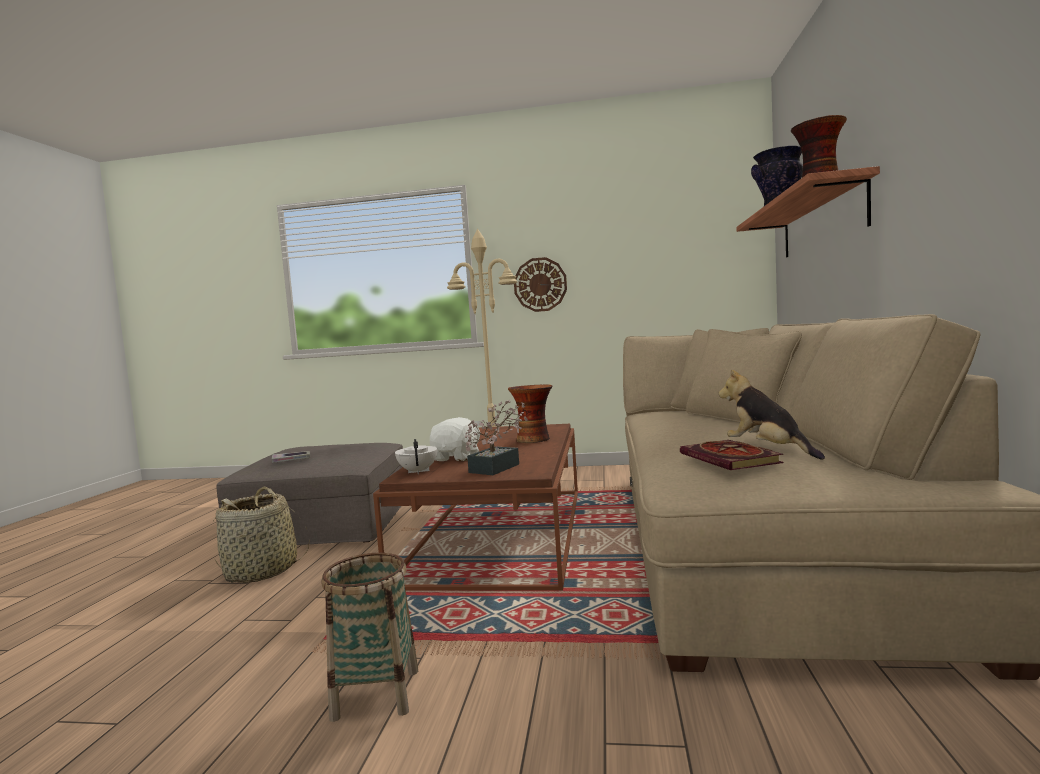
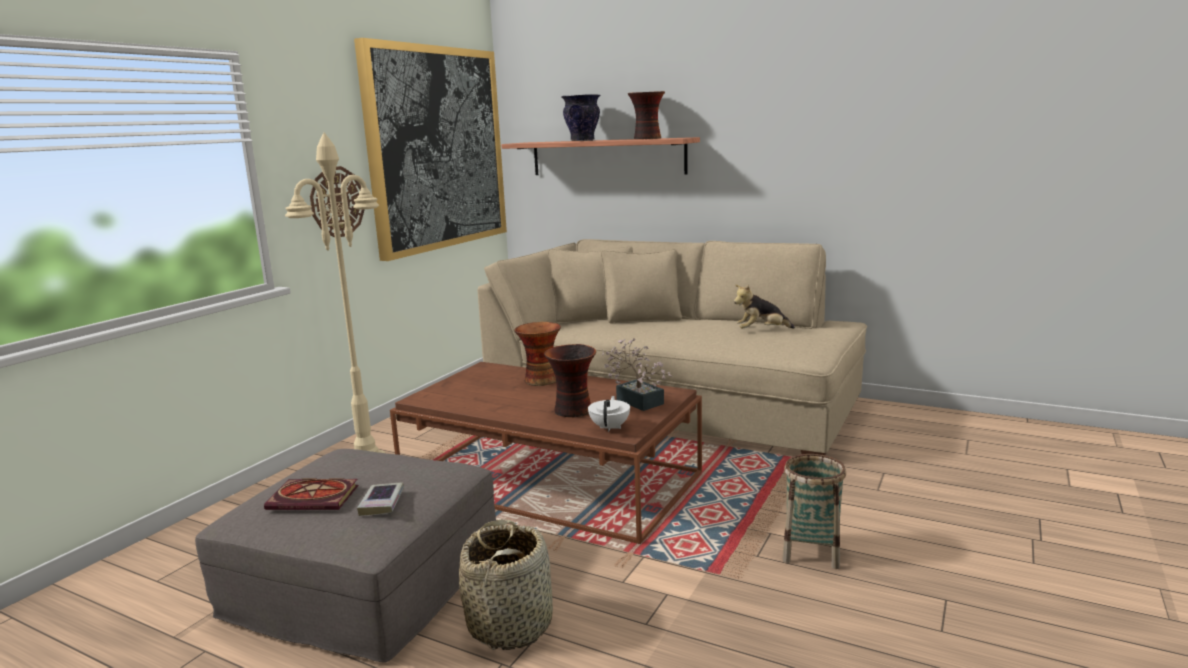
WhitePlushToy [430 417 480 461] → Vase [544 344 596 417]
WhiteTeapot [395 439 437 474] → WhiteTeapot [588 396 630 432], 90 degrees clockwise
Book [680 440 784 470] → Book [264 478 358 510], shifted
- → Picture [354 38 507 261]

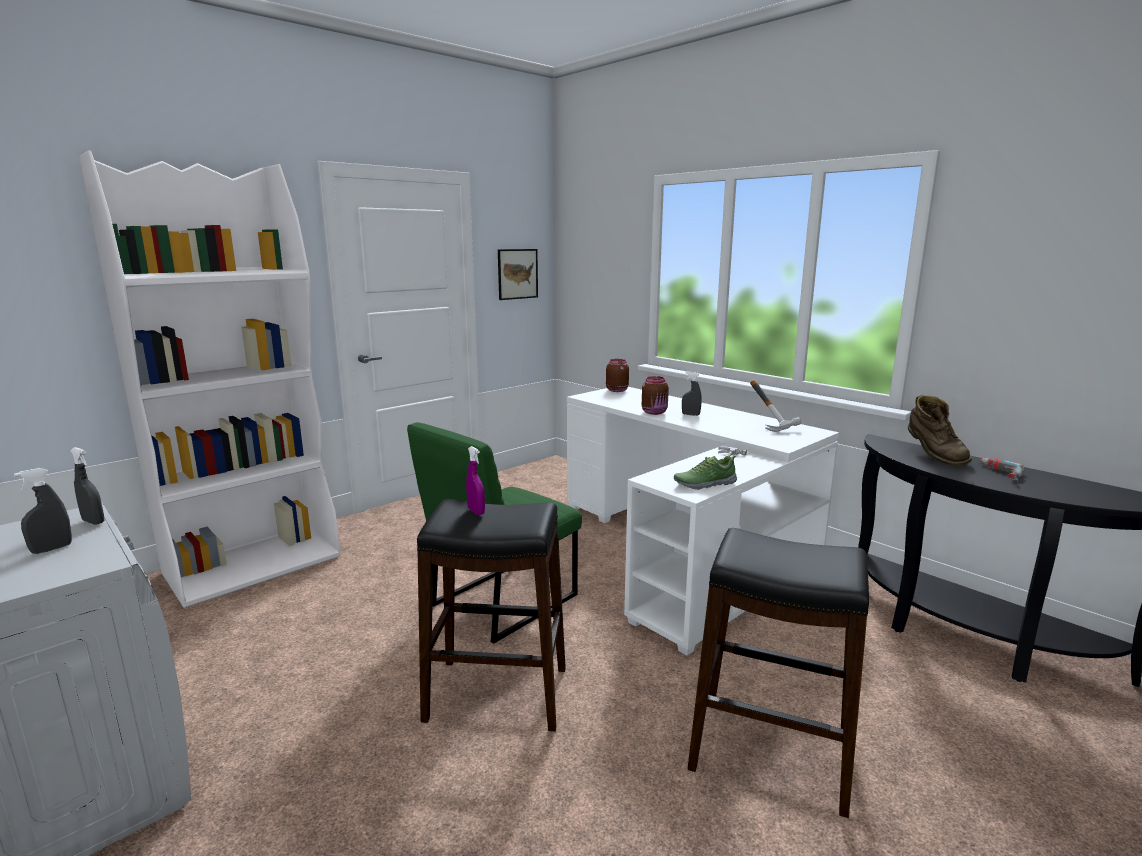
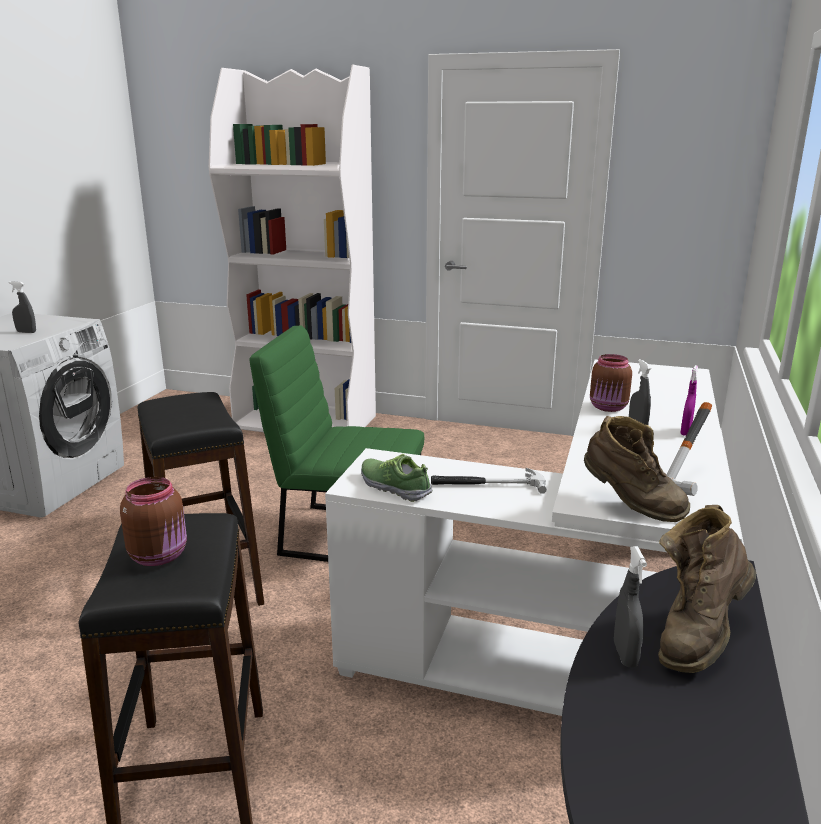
Picture [498 249 538 300] → -
BrownJar [606 359 629 392] → BrownJar [120 477 187 566], shifted
PurpleSprayBottle [466 446 485 515] → PurpleSprayBottle [680 365 698 436], shifted
GreySprayBottle [71 447 104 524] → GreySprayBottle [614 546 647 668], shifted
PowerDrill [980 458 1024 483] → -
- → BrownBoot [584 416 690 522]

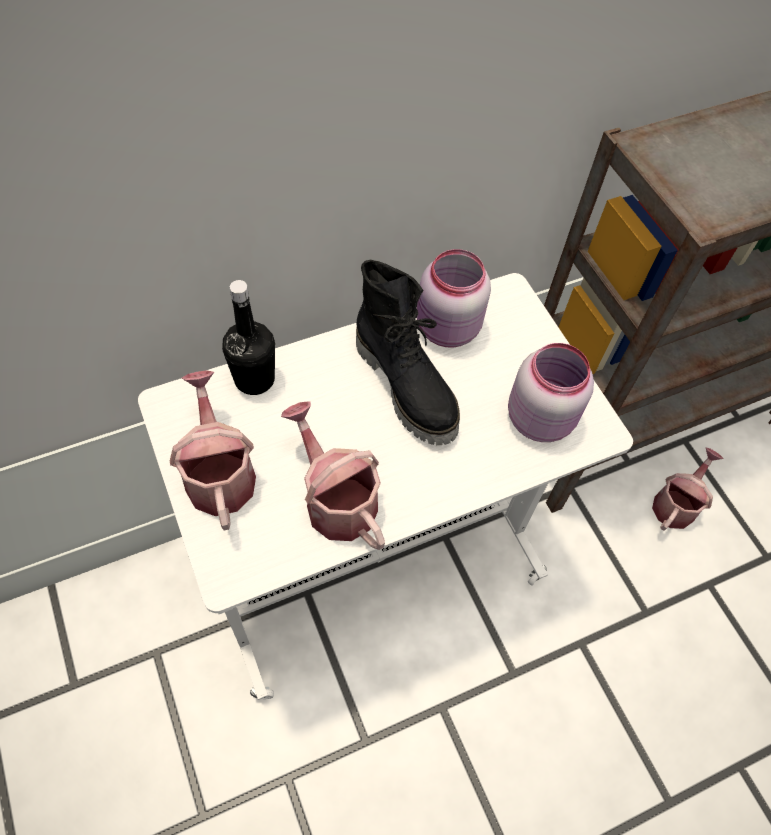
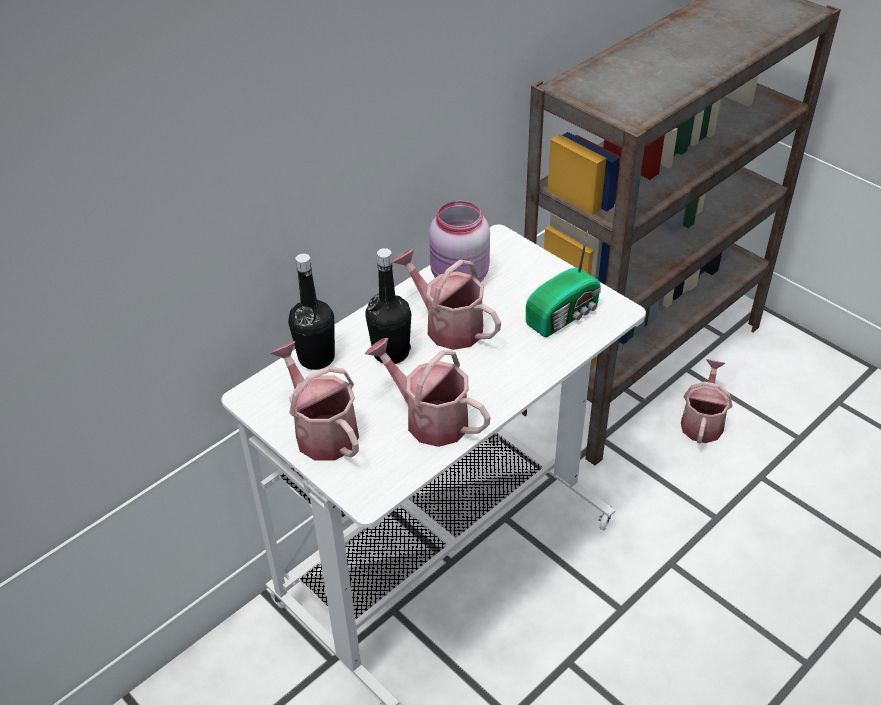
BlackBoot [356 259 460 445] → WateringCan [392 249 501 350]
PinkJar [508 343 594 442] → Radio [526 230 601 337]
- → BlackBottle [366 248 411 364]

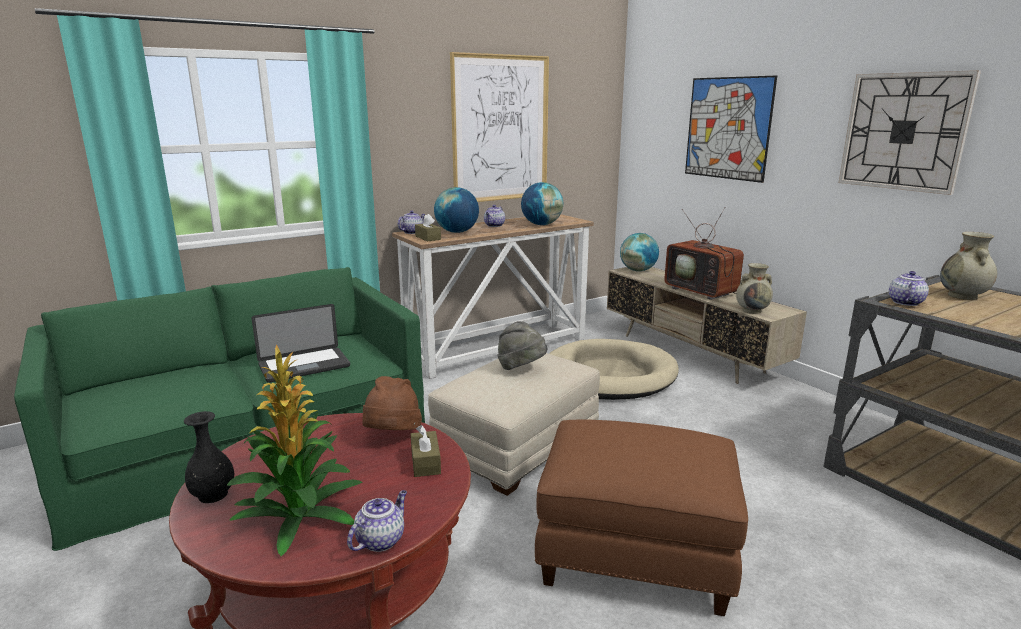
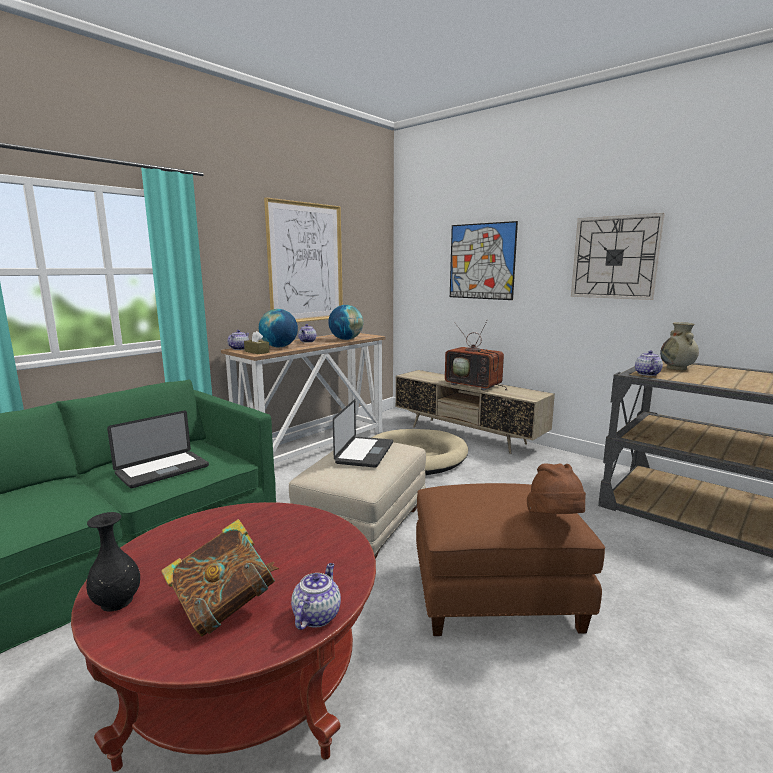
Globe [620 233 659 271] → -
BeigeVase [736 263 773 314] → -
GreyHat [498 321 548 370] → Laptop [333 399 393 468]
PottedPlant [227 344 362 556] → Book [161 519 279 637]
BrownHat [362 376 422 430] → BrownHat [527 464 586 514], shifted
BrownTissueBox [411 425 441 477] → -

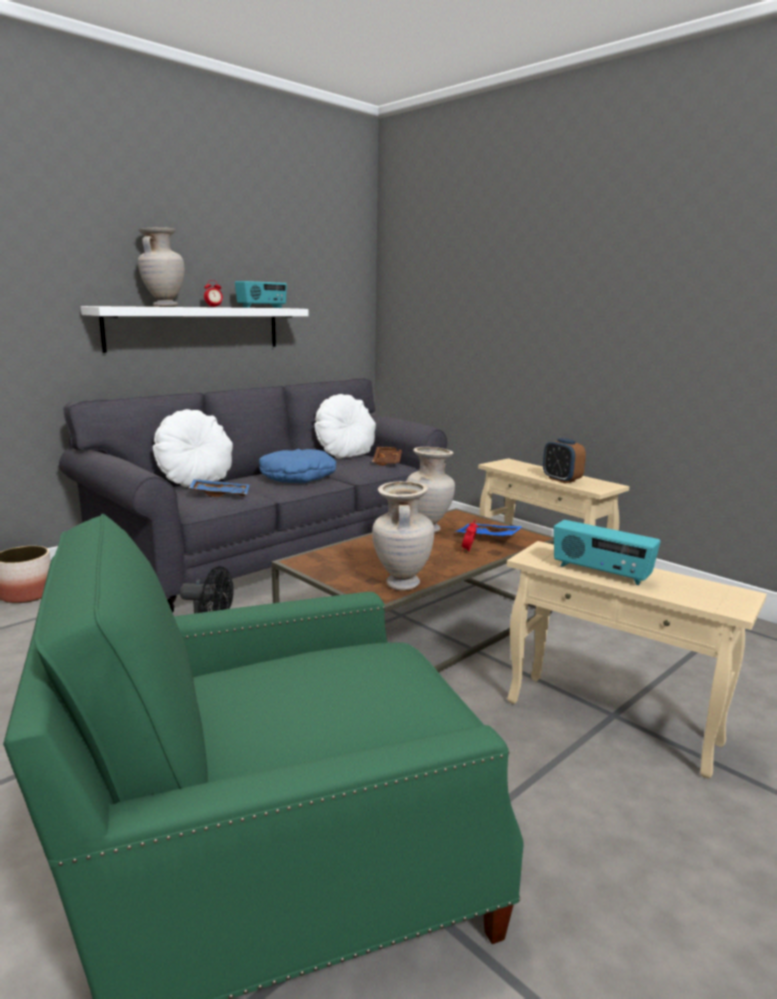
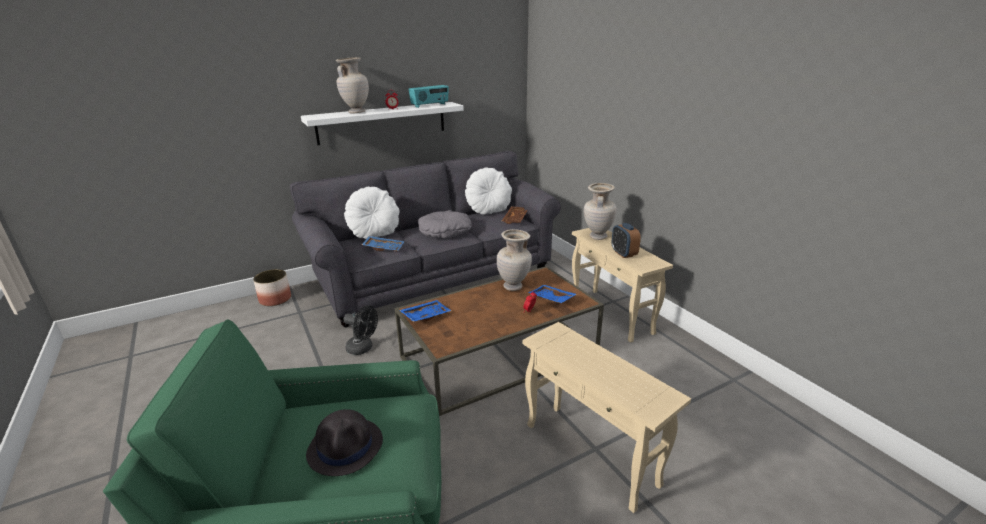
BluePillow [259 449 336 483] → GreyPillow [418 210 471 239]
BeigeVase [372 481 434 591] → BeigeVase [584 183 617 240], shifted
Radio [554 520 661 585] → -
- → BlueTray [399 300 451 322]
- → BlackHat [306 409 383 476]

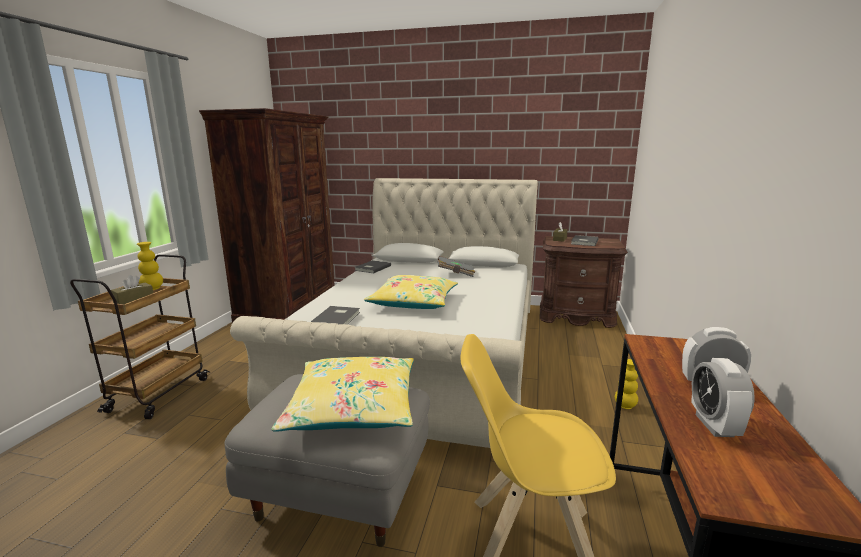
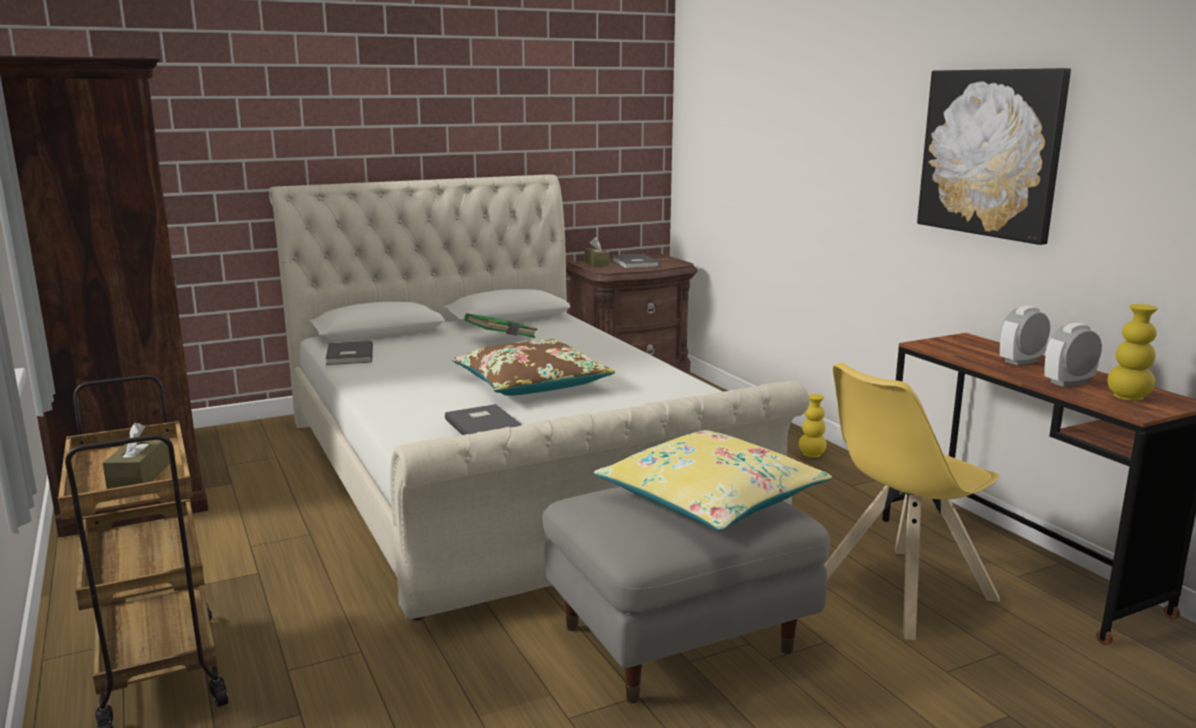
YellowVase [137 242 163 290] → YellowVase [1107 304 1158 401], shifted
GreyBook [438 256 475 277] → GreenBook [464 313 538 338]
YellowPillow [364 275 458 309] → BrownPillow [452 339 615 396]
AlarmClock [691 358 755 437] → AlarmClock [1045 323 1102 387], 105 degrees clockwise
- → Picture [917 68 1071 245]

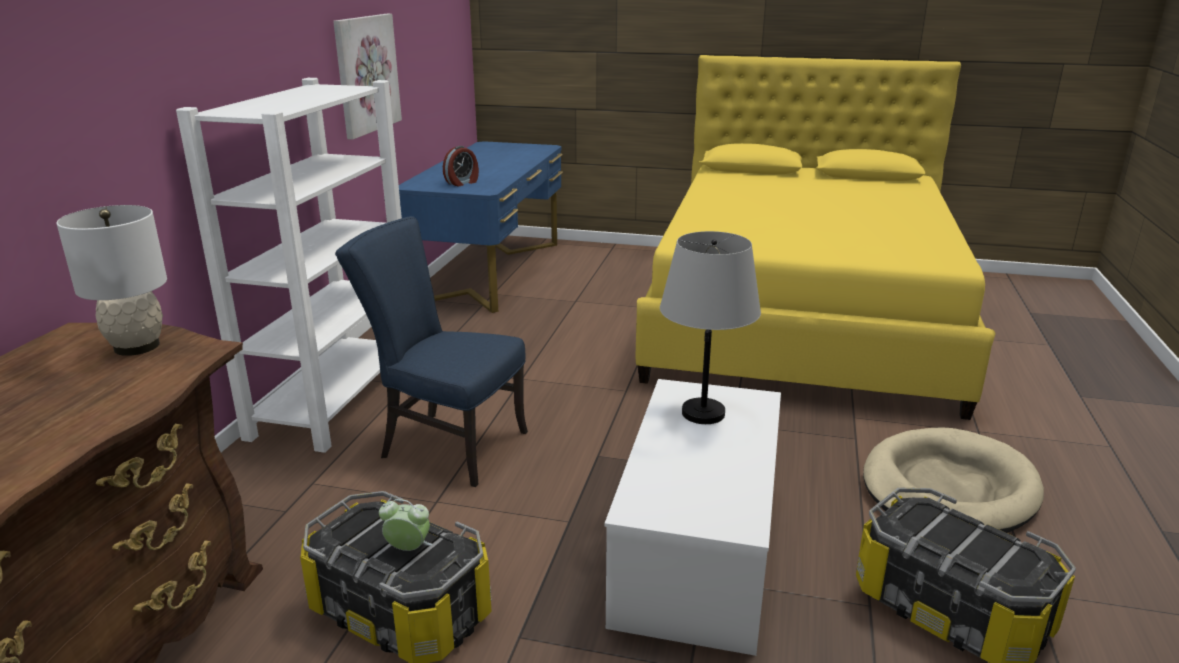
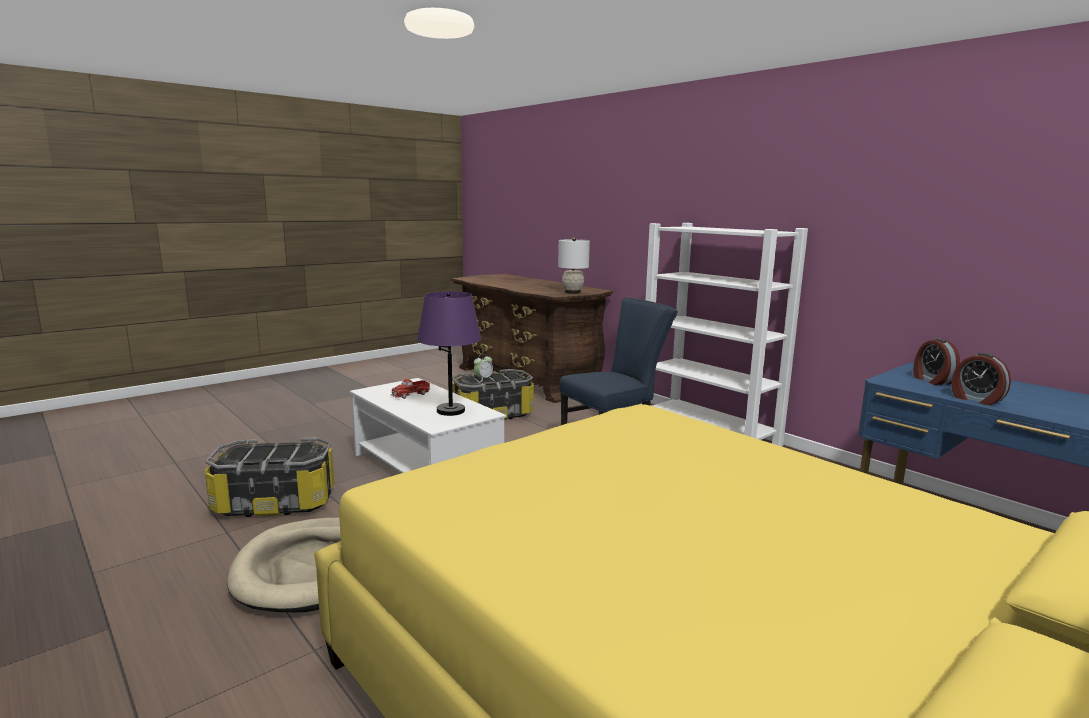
Picture [333 14 402 140] → -
GreyTableLamp [660 231 761 424] → PurpleTableLamp [417 291 481 416]
- → AlarmClock [951 353 1011 405]
- → ToyTruck [391 379 430 399]

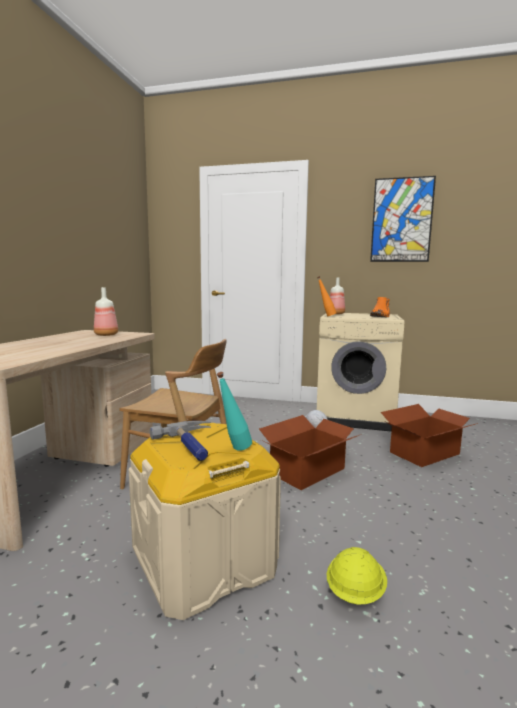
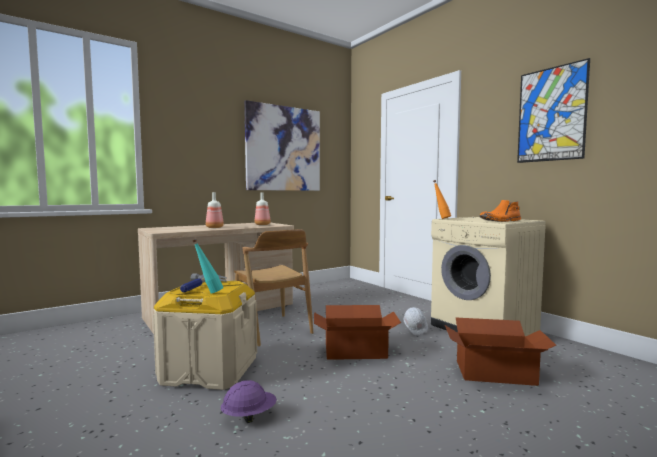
Bottle [330 277 345 314] → Bottle [206 192 224 228], shifted
YellowHardHat [327 547 387 604] → PurpleHardHat [221 380 277 423]
- → Picture [244 100 320 191]

